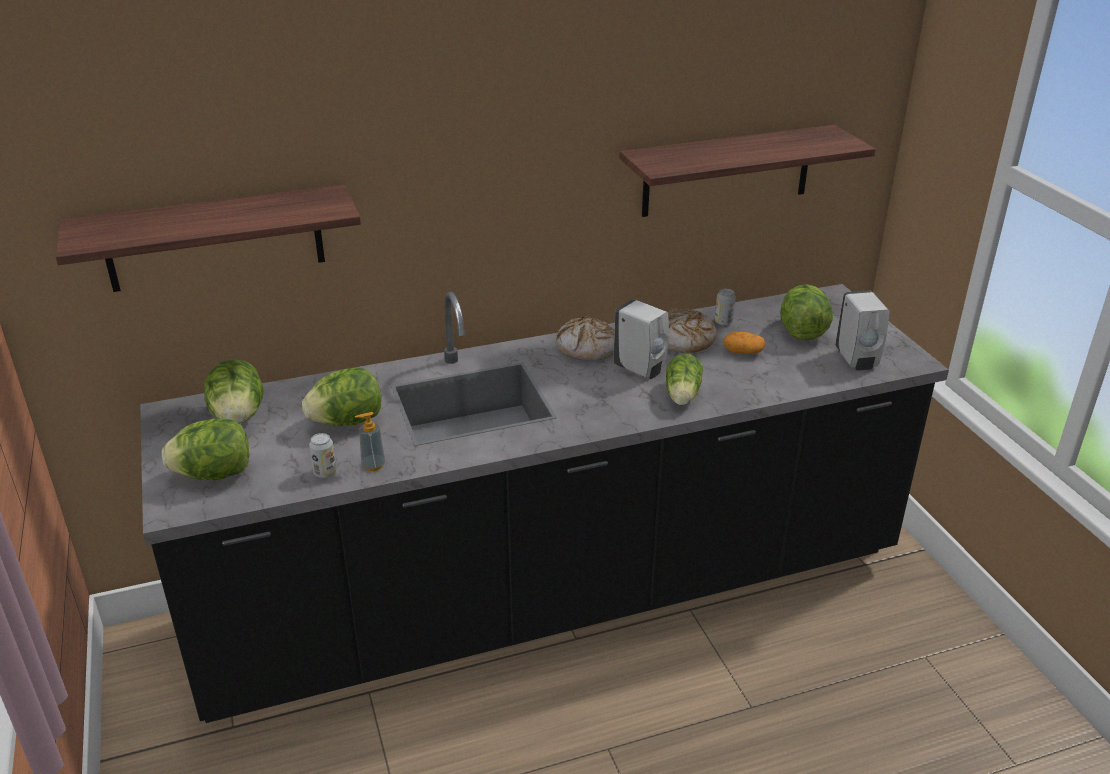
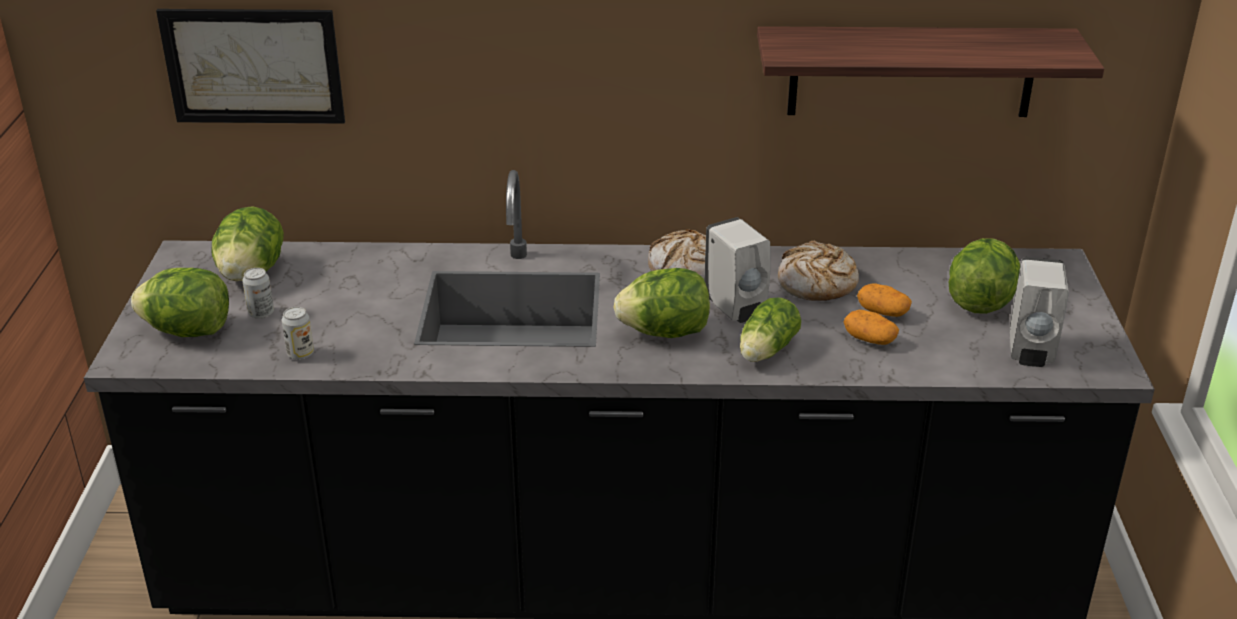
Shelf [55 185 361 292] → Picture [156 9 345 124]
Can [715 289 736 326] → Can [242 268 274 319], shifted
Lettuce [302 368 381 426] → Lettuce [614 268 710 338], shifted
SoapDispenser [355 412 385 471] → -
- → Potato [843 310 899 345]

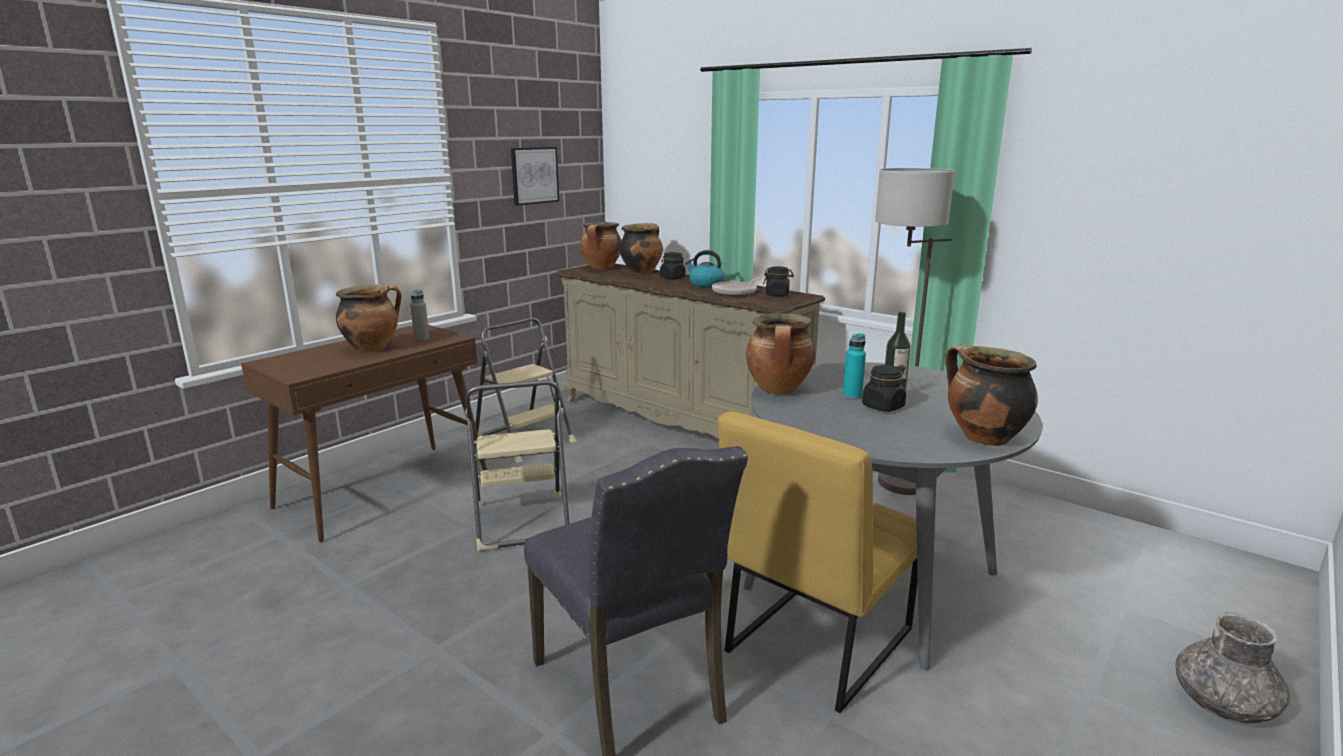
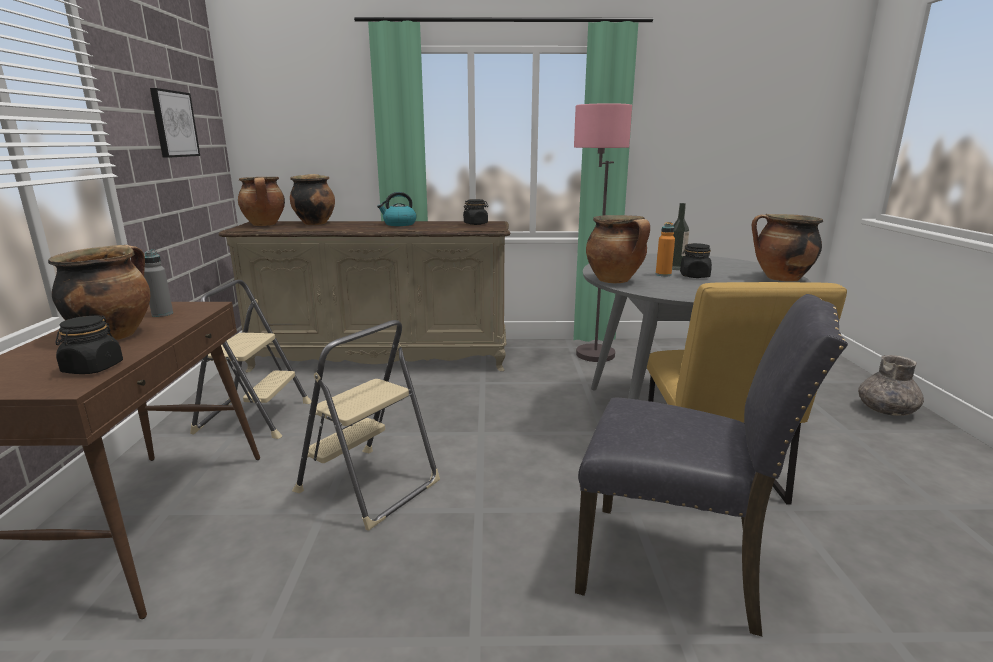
GreyFloorLamp [875 168 954 495] → PinkFloorLamp [574 103 632 362]
BlackJar [660 252 685 279] → BlackJar [55 315 123 374], shifted
FryingPan [712 278 762 296] → -
TurquoiseBottle [843 334 866 400] → OrangeBottle [656 222 675 276]

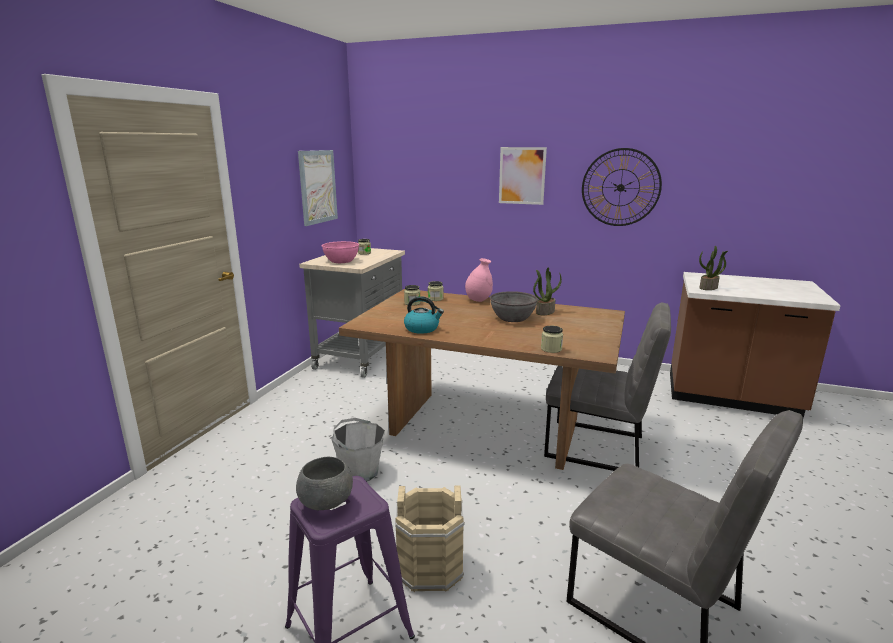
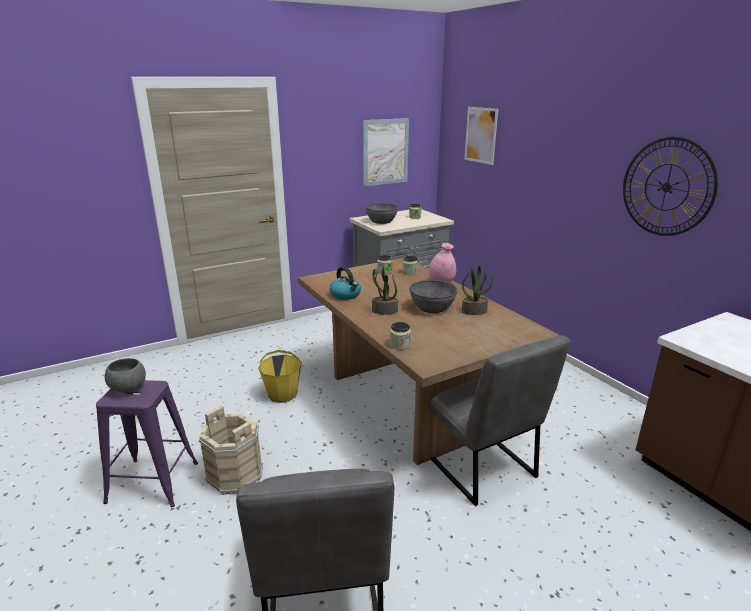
Picture [499 147 547 205] → Picture [464 107 498 165], shifted
PinkBowl [322 241 359 263] → GreyBowl [365 203 399 224]
PottedPlant [699 246 728 290] → PottedPlant [372 266 398 315], shifted
GreyBucket [331 418 385 481] → YellowBucket [258 350 302 403]

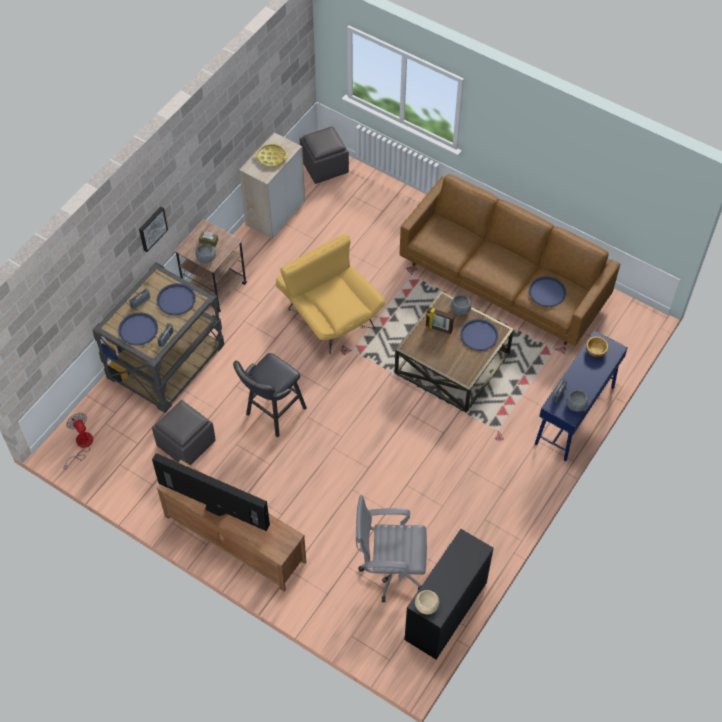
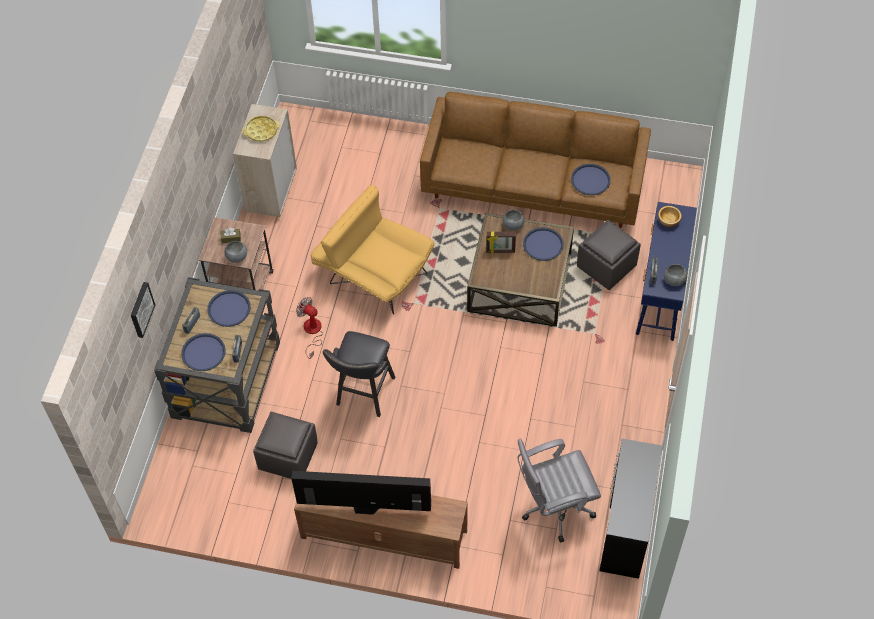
GreyOttoman [300 126 349 184] → GreyOttoman [577 220 641 290], shifted
Picture [139 207 168 252] → Picture [131 282 155 338], shifted
Fan [63 413 93 470] → Fan [296 297 323 359], shifted
BeigeBowl [415 590 439 615] → -

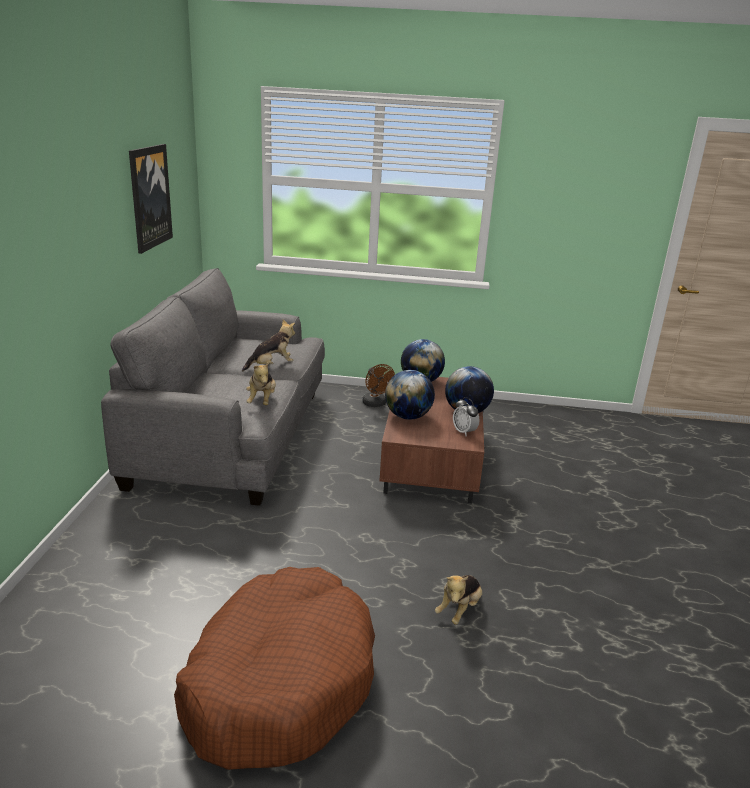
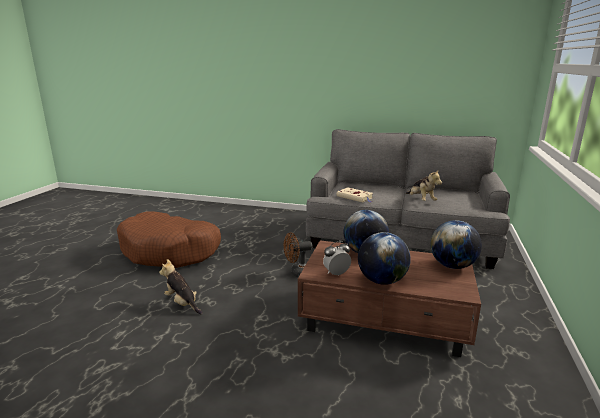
Picture [129 144 173 254] → -
PlushToy [246 361 276 405] → BeigeBook [336 187 373 202]
BrownFan [362 364 395 407] → BrownFan [284 233 312 277], shifted

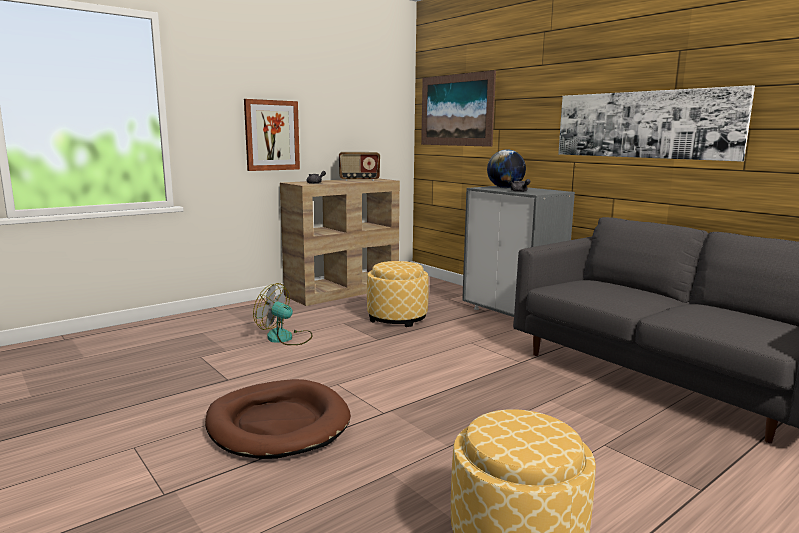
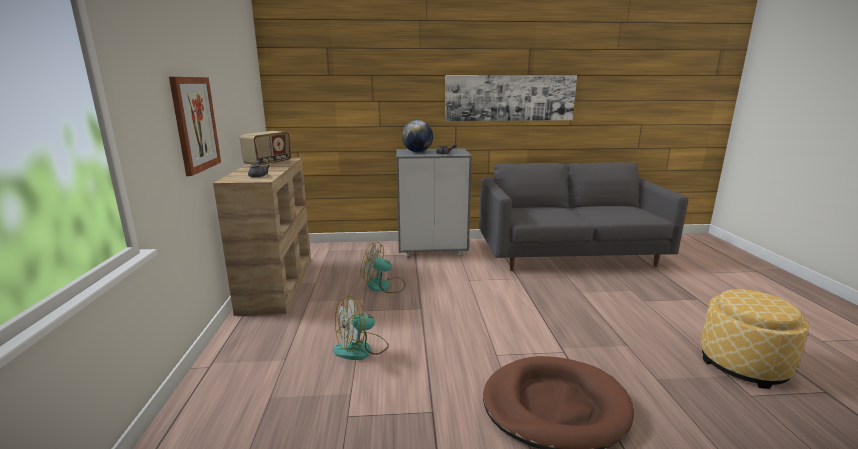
Picture [421 70 496 147] → -
Ottoman [367 261 429 327] → Fan [360 242 405 293]

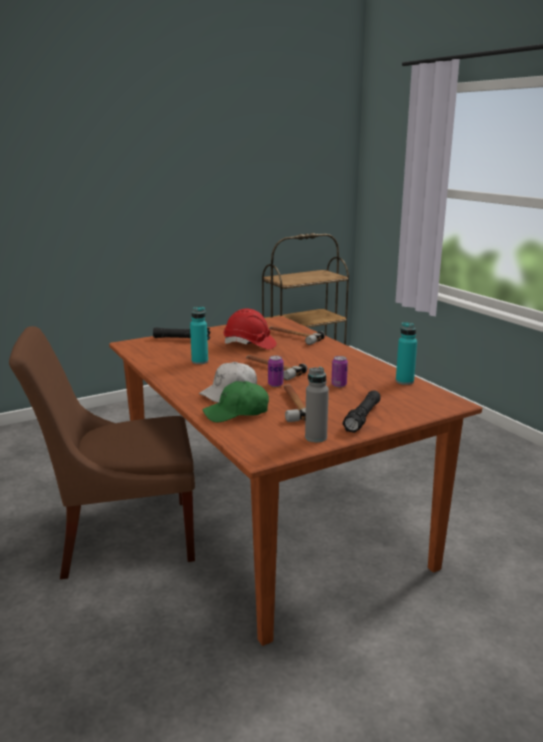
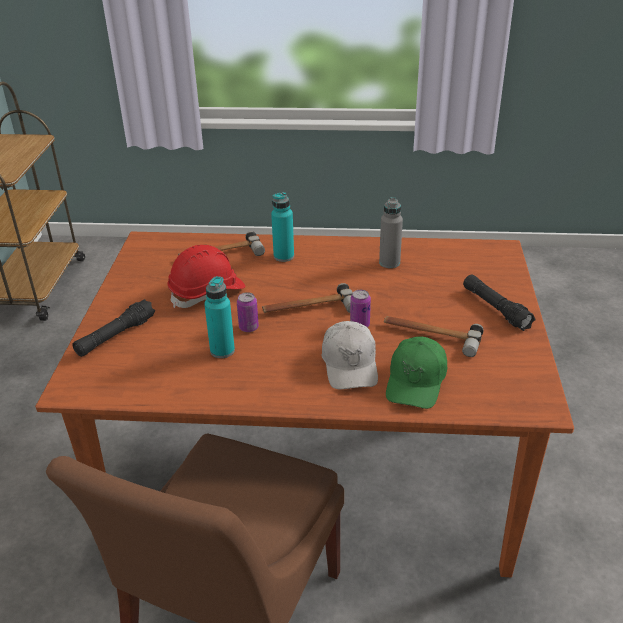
TurquoiseBottle [396 322 417 385] → TurquoiseBottle [271 192 294 262], shifted
Can [331 356 348 387] → Can [237 292 259 332], shifted
GreyBottle [305 367 329 442] → GreyBottle [379 197 403 268], shifted

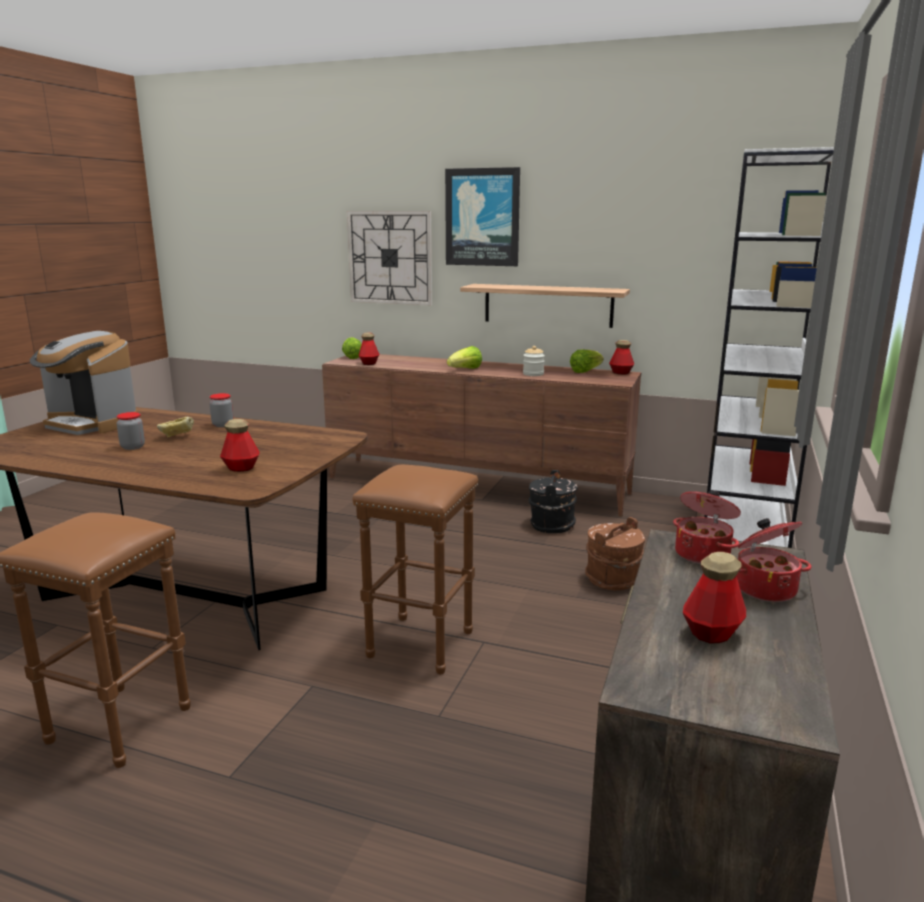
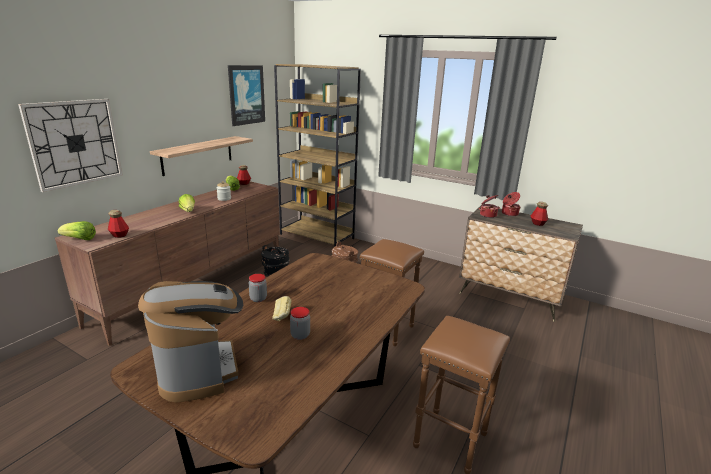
WhiteBookcase [704 147 834 548] → BrownBookcase [274 64 361 247]
Picture [445 167 520 266] → Picture [228 65 265 126], shifted
CoffeeMachine [30 331 137 435] → CoffeeMachine [138 281 243 403], 60 degrees counterclockwise
Bottle [220 419 260 472] → -

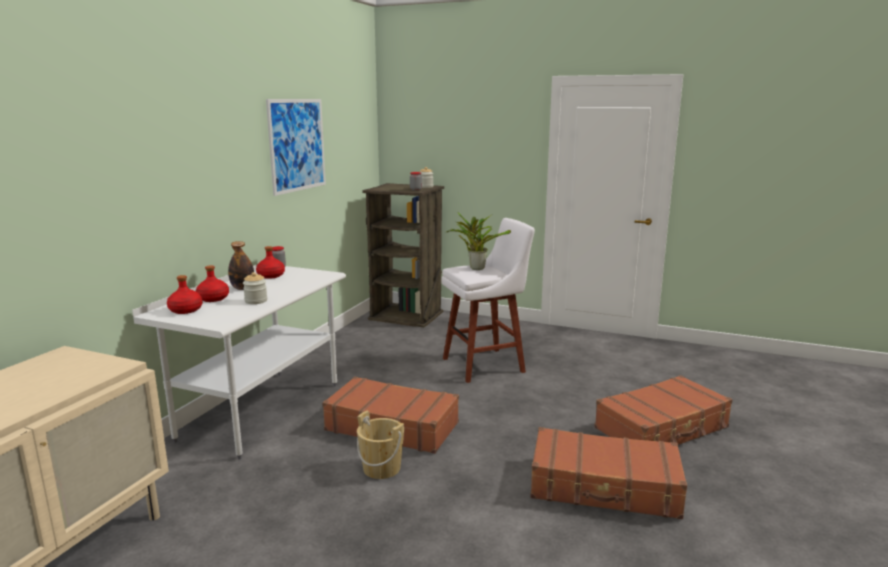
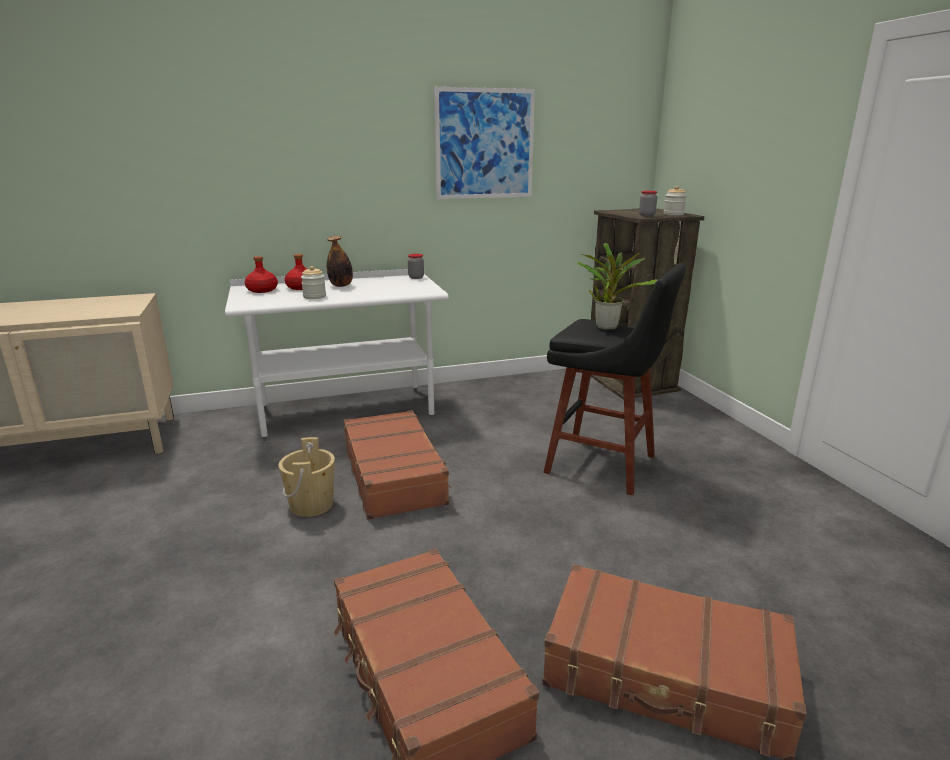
WhiteStool [441 218 535 383] → BlackStool [543 263 686 496]
RedBottle [256 246 285 279] → -

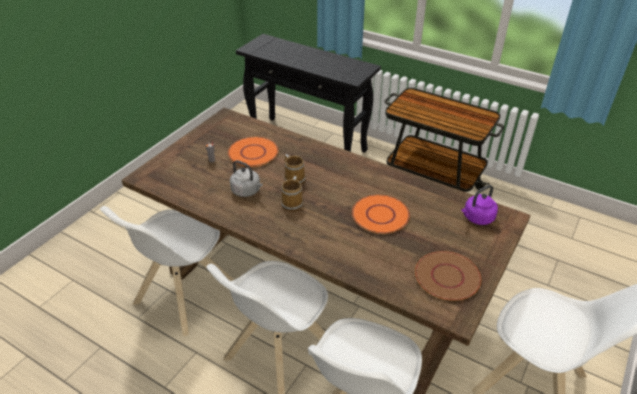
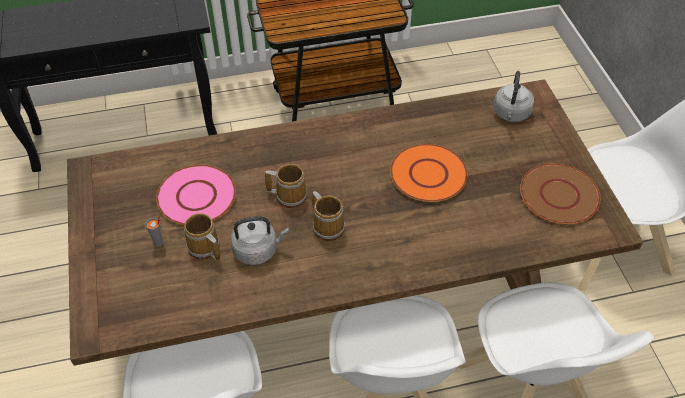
OrangePlate [228 137 279 167] → PinkPlate [156 165 236 225]
PurpleKettle [461 185 498 225] → GreyKettle [493 71 534 122]
- → Mug [184 213 220 261]

